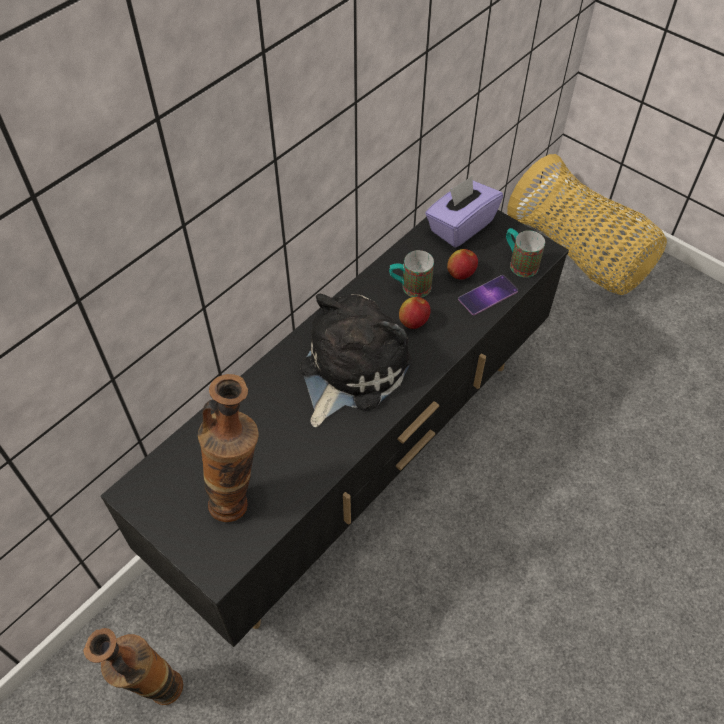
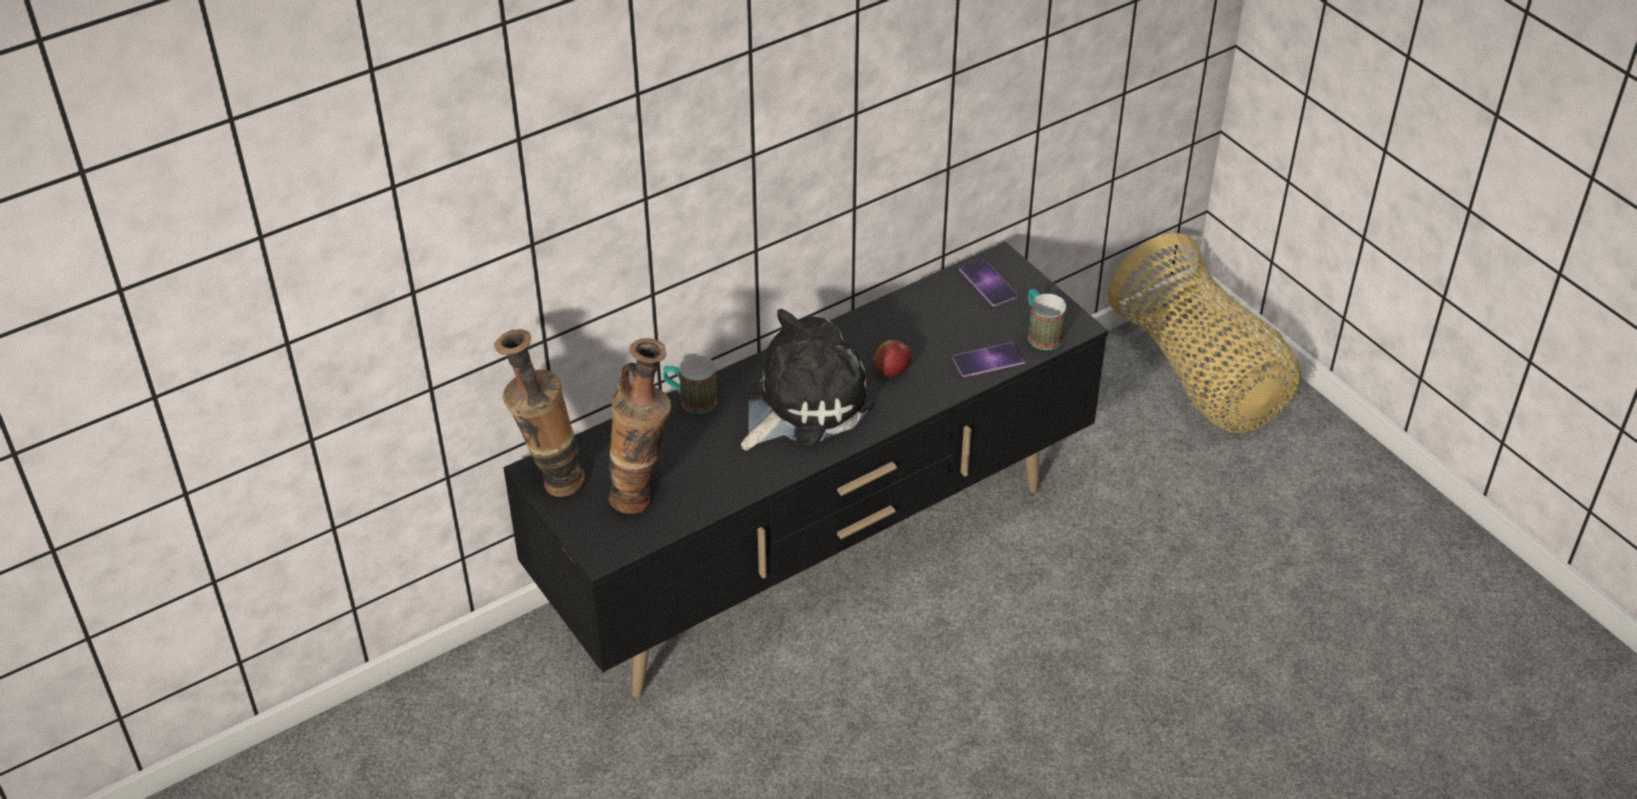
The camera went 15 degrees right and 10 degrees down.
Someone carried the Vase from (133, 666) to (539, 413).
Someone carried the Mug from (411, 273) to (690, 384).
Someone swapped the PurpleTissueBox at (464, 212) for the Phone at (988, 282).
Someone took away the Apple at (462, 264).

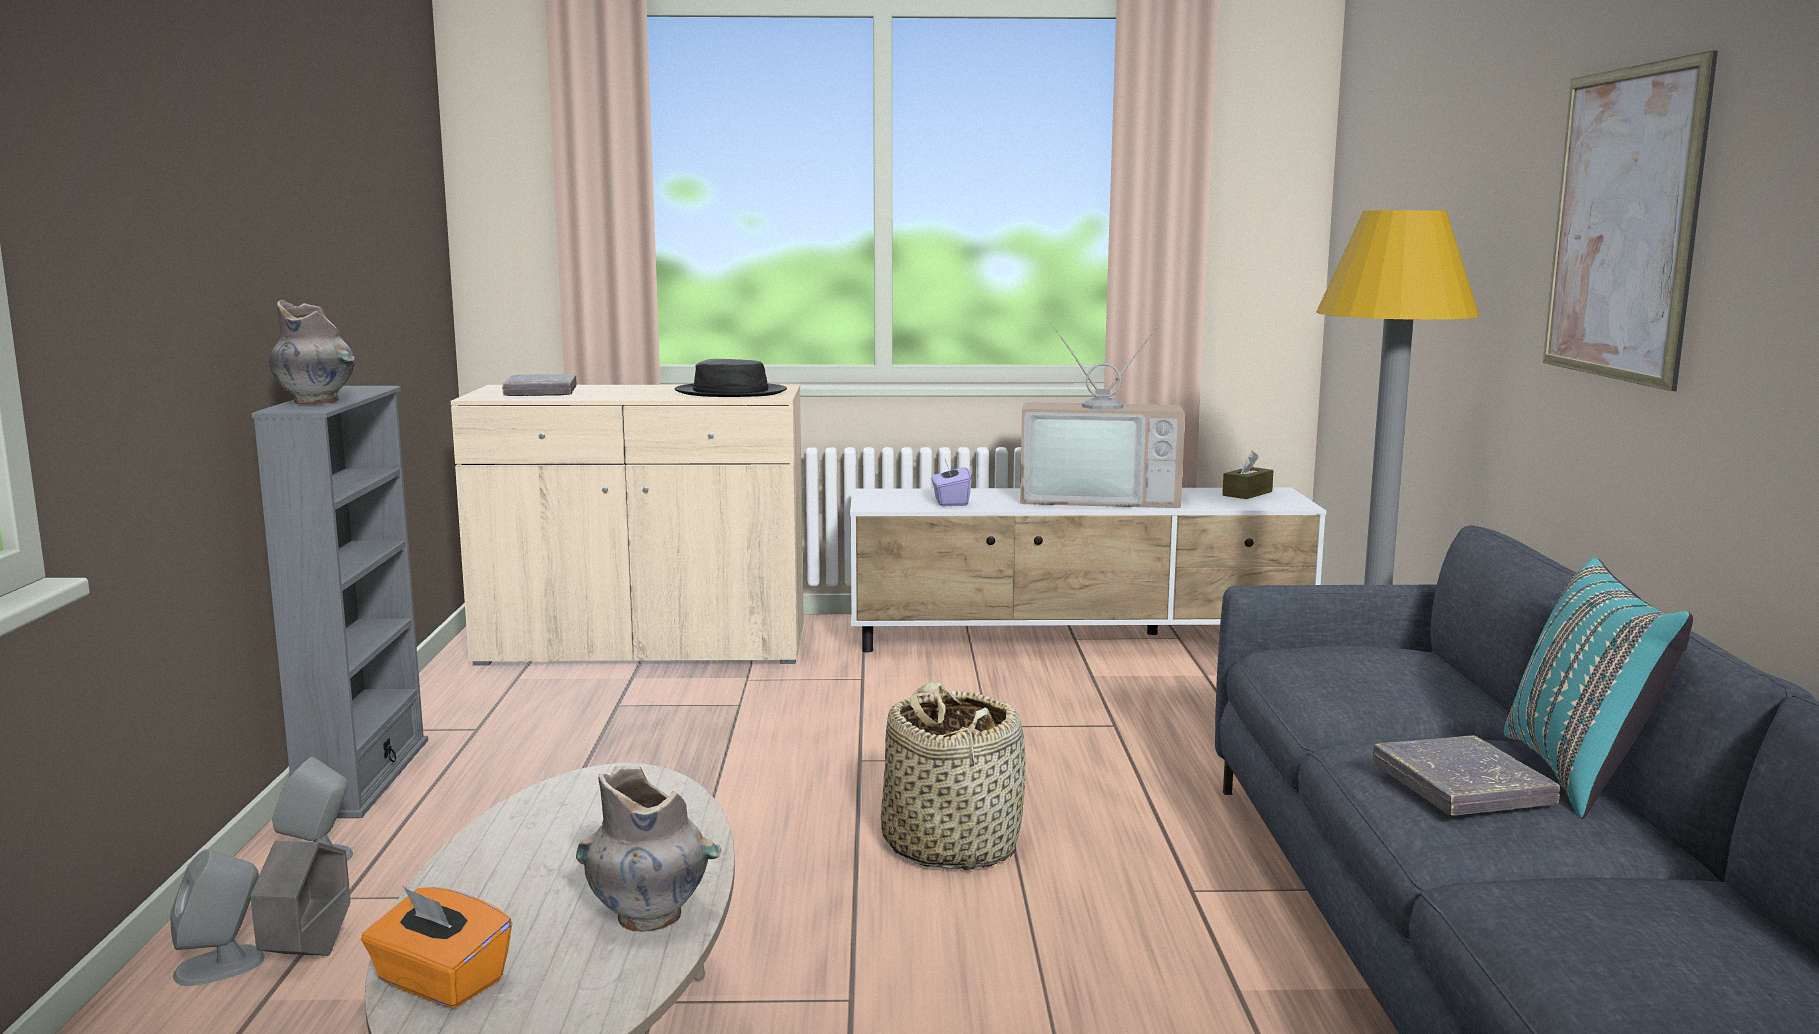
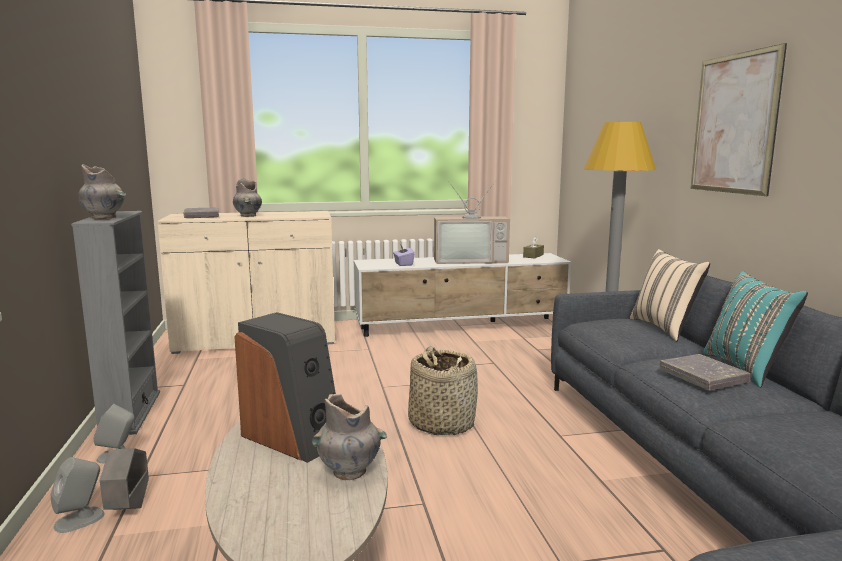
The camera went 10 degrees left and 0 degrees up.
Someone put down the GreyVase at (247, 198).
Someone put down the Speaker at (285, 387).
Someone put down the BeigePillow at (670, 295).
Someone took away the OrangeTissueBox at (436, 947).
Someone took away the BlackHat at (730, 378).

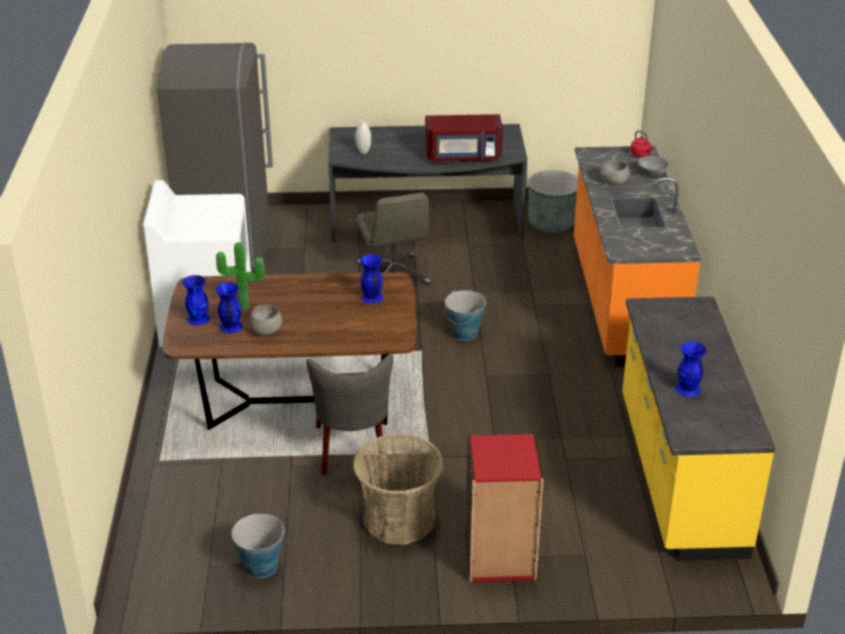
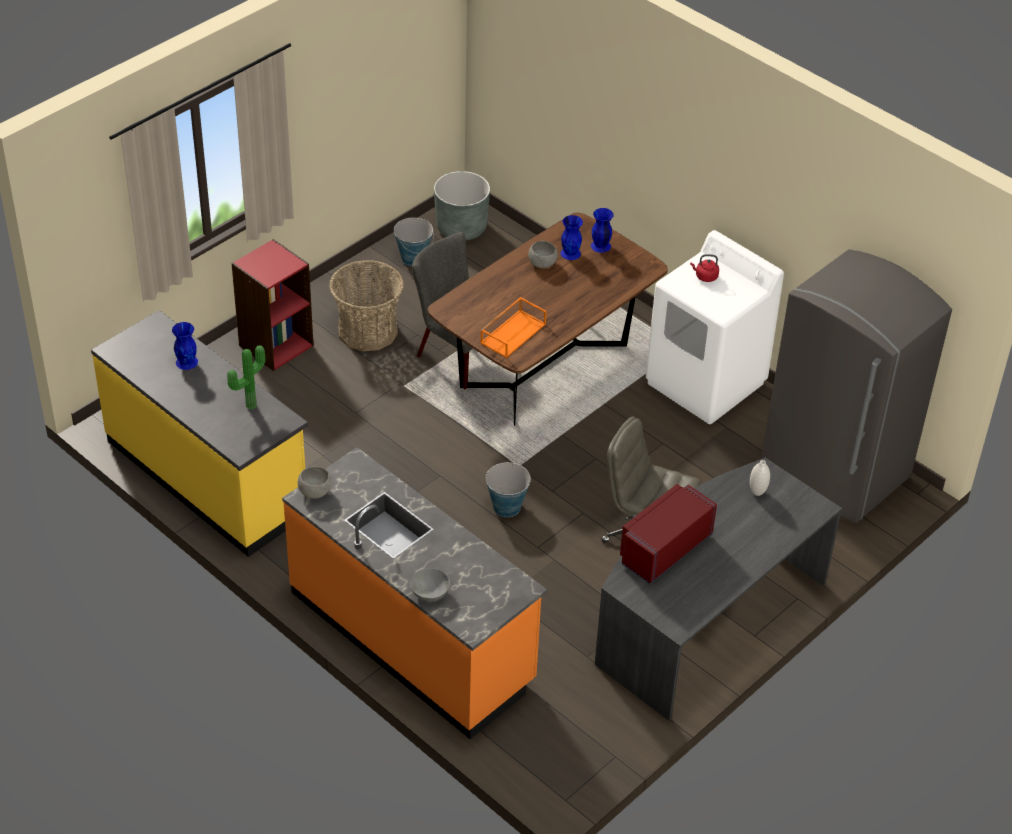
The camera went 135 degrees right and 10 degrees up.
Someone carried the PottedPlant from (240, 276) to (246, 377).
Someone carried the GreyBowl from (615, 172) to (315, 483).
Someone carried the GreyPlanter from (553, 201) to (462, 206).
Someone swapped the BlueVase at (371, 279) for the OrangeTray at (513, 327).
Someone carried the RedKettle from (642, 143) to (704, 268).

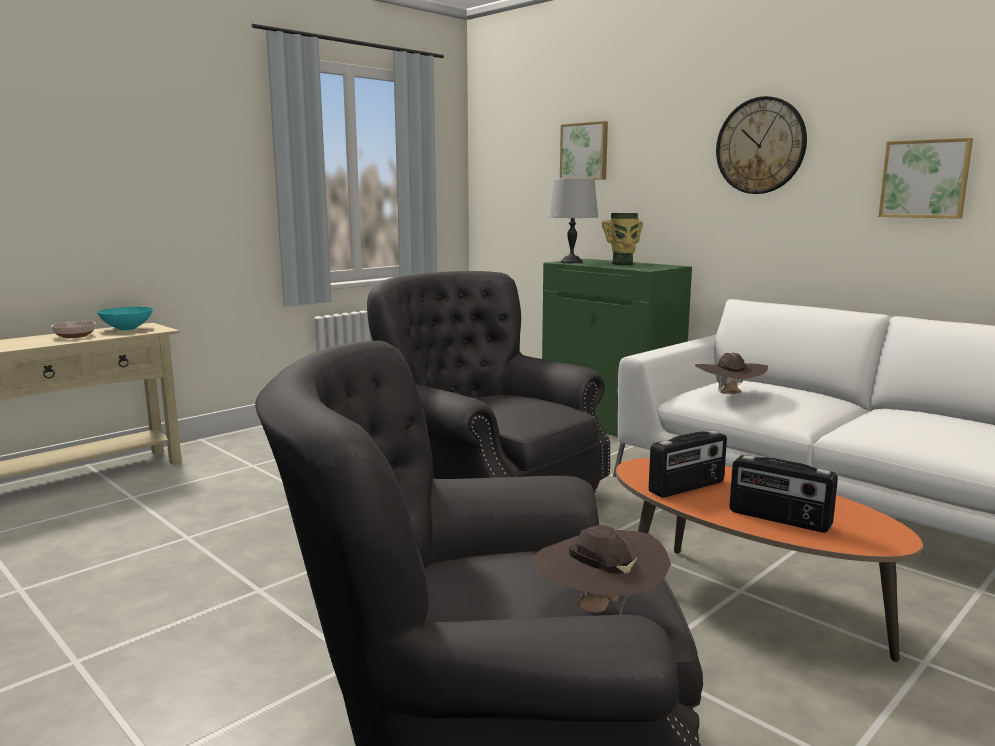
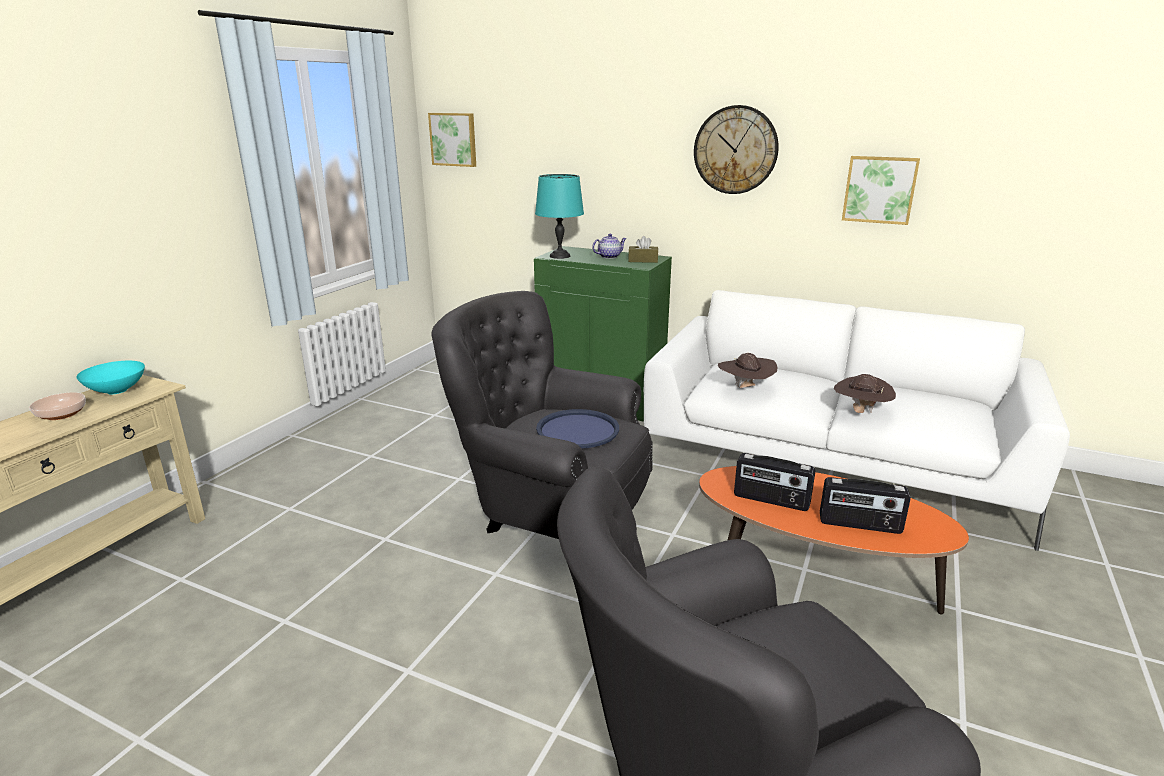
The camera went 20 degrees left and 10 degrees up.
Someone carried the Picture from (584, 150) to (452, 140).
Someone repainted the GreyTableLamp at (572, 220), which became the TurquoiseTableLamp at (559, 216).
Someone put down the BlueTray at (577, 428).
Someone swapped the Vase at (622, 239) for the Teapot at (609, 246).
Someone put down the BrownTissueBox at (643, 249).
Someone rotated the Radio at (688, 464) by 75 degrees clockwise.
Someone carried the BrownHat from (601, 570) to (865, 393).

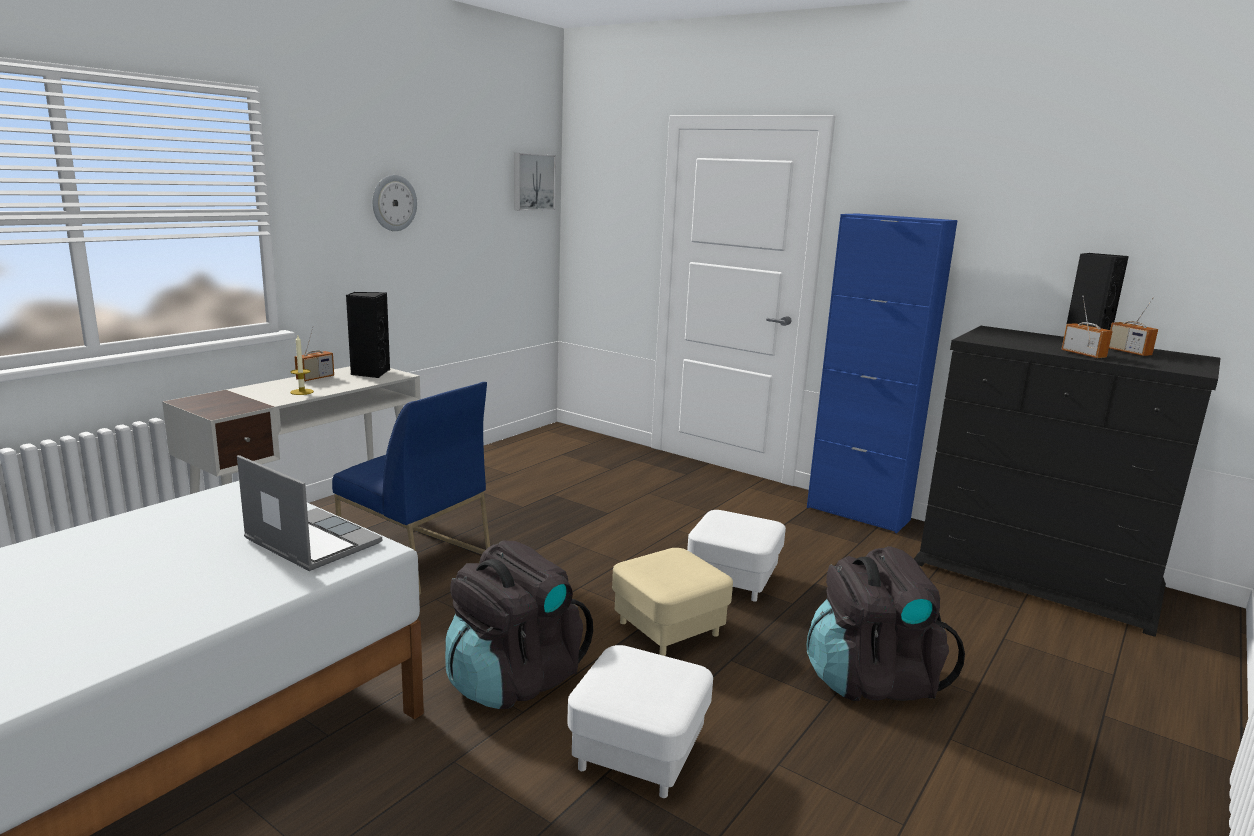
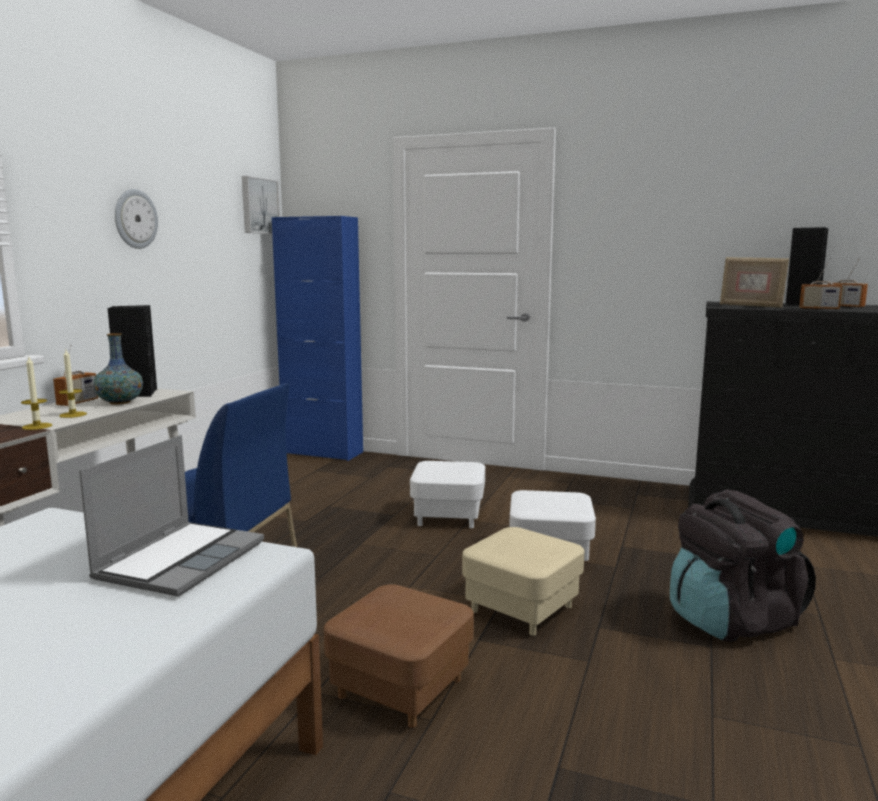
The camera went 15 degrees left and 5 degrees down.
Someone put down the Candle at (36, 392).
Someone rotated the Laptop at (309, 513) by 90 degrees clockwise.
Someone put down the Vase at (118, 369).
Someone carried the BlueCabinet from (882, 373) to (317, 338).
Someone swapped the BlackBackpack at (519, 625) for the BrownOttoman at (399, 656).
Someone carried the WhiteOttoman from (640, 721) to (447, 494).
Someone put down the PictureFrame at (754, 282).
Someone rotated the Radio at (1087, 327) by 150 degrees clockwise.

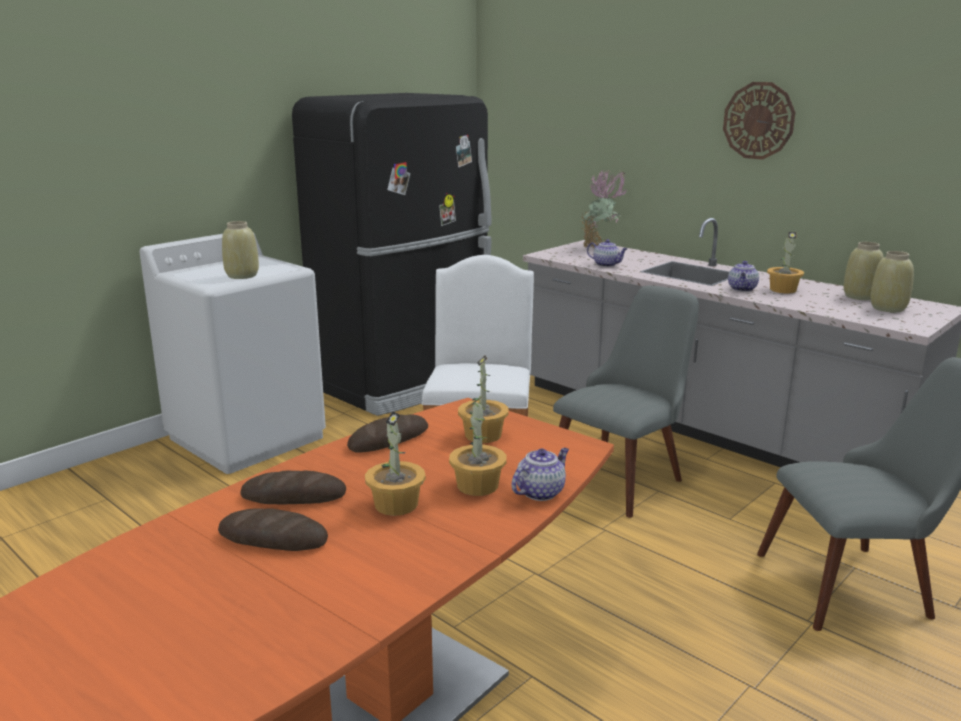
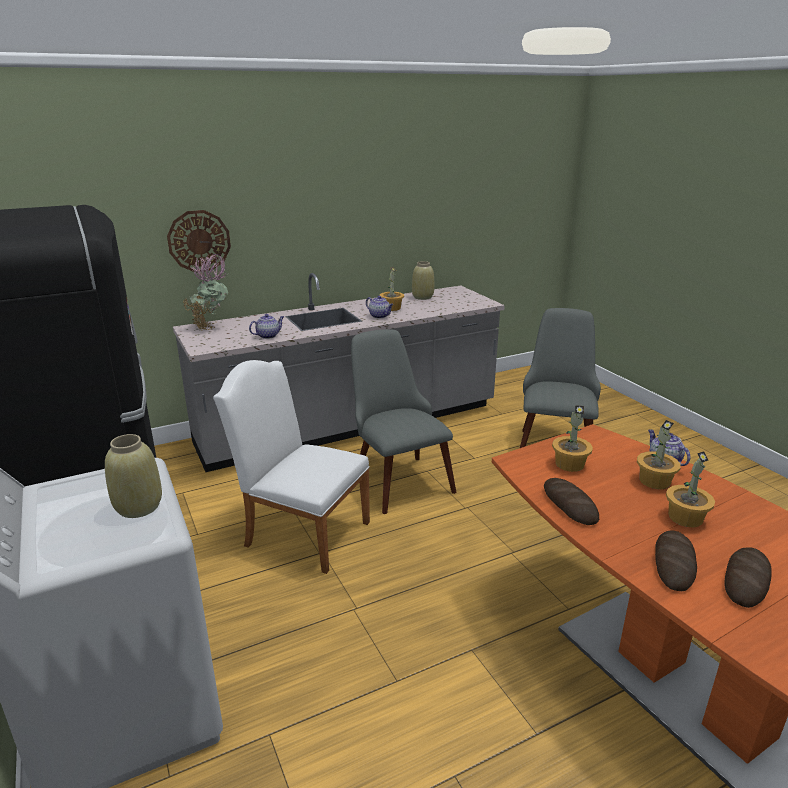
The camera went 70 degrees left and 5 degrees up.
Someone carried the WallClock from (759, 121) to (199, 241).
Someone took away the BeigeVase at (892, 281).

